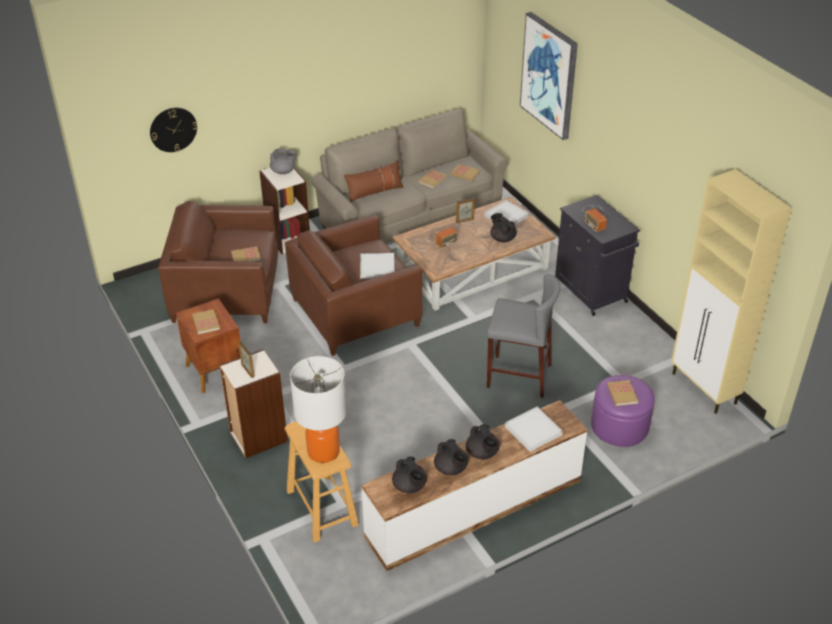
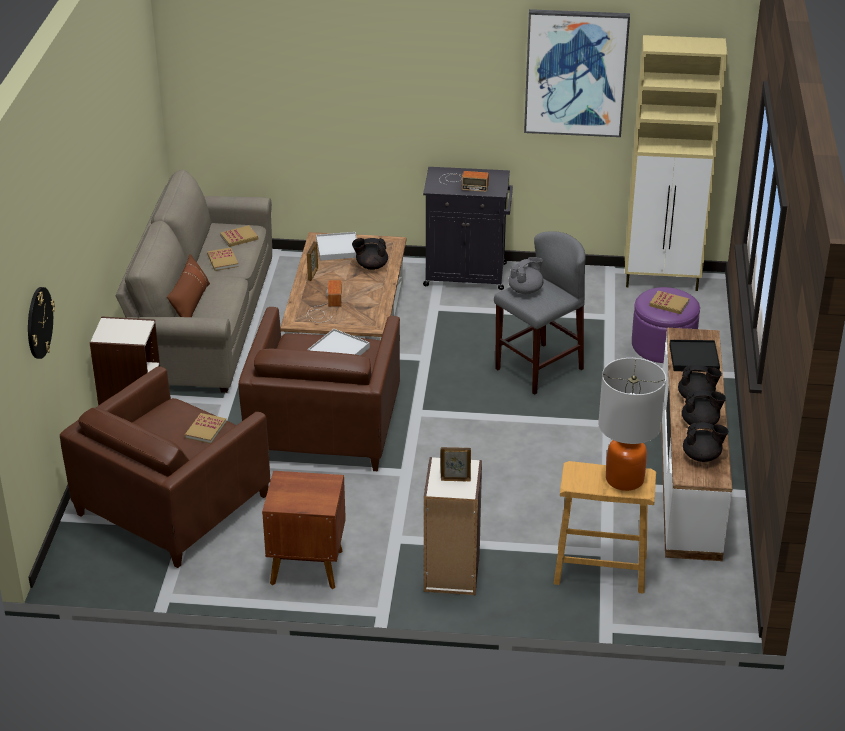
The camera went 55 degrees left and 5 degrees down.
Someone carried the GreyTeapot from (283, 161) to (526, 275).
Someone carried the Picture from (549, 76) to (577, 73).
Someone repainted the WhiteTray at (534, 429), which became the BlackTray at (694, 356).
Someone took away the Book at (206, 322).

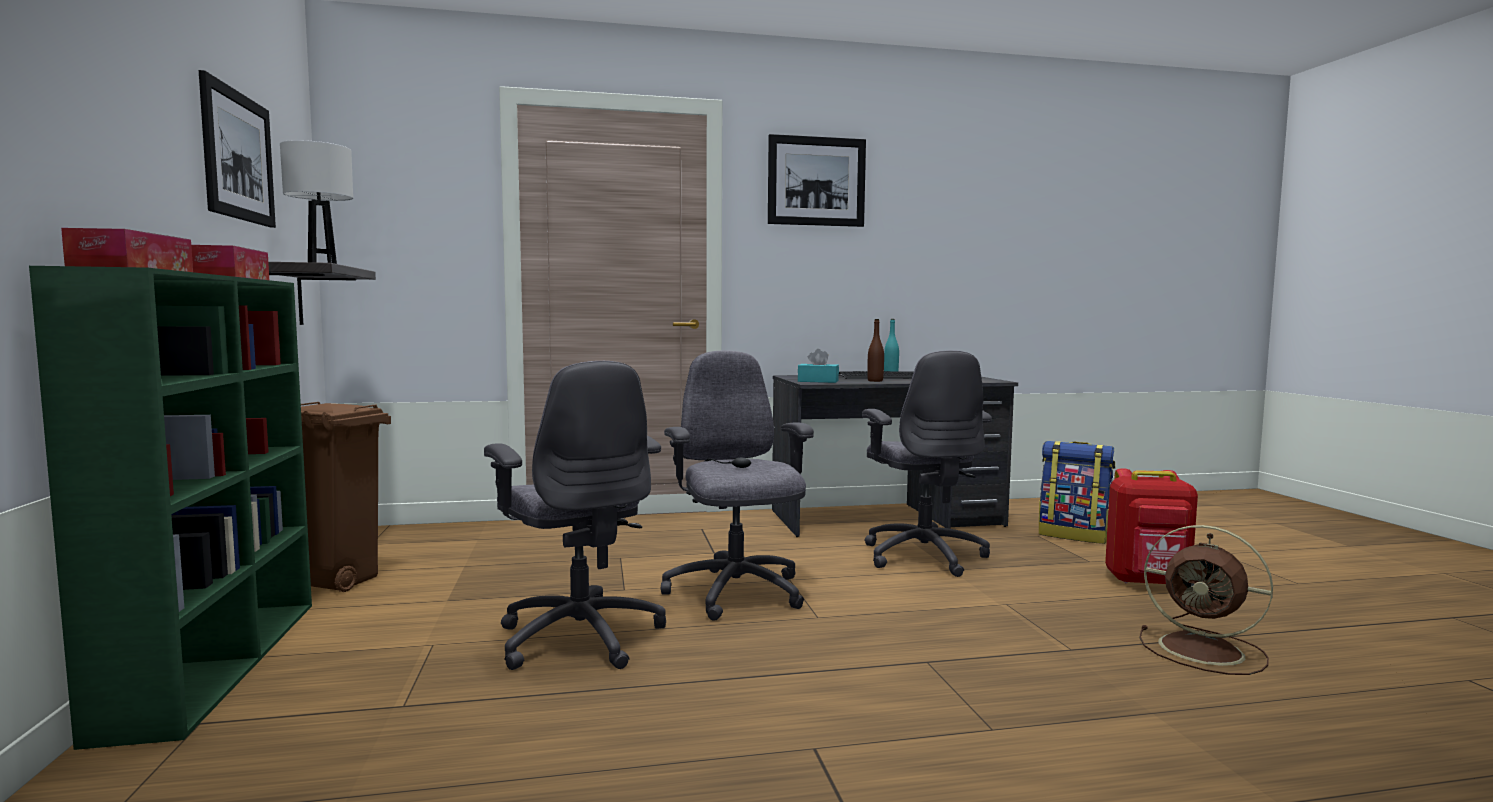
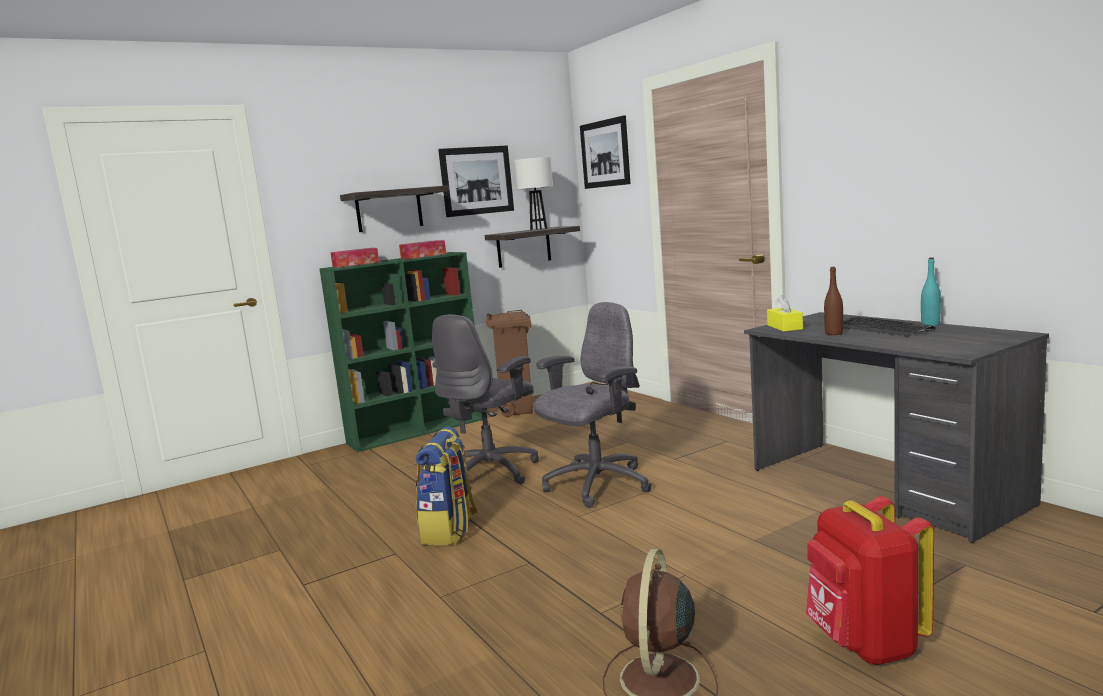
The camera went 70 degrees right and 5 degrees up.
Someone put up the Shelf at (394, 208).
Someone carried the Backpack from (1077, 492) to (447, 486).
Someone carried the Picture from (817, 180) to (605, 152).
Someone repainted the TurquoiseTissueBox at (818, 366), which became the YellowTissueBox at (785, 313).
Someone took away the GreyOfficeChair at (927, 463).

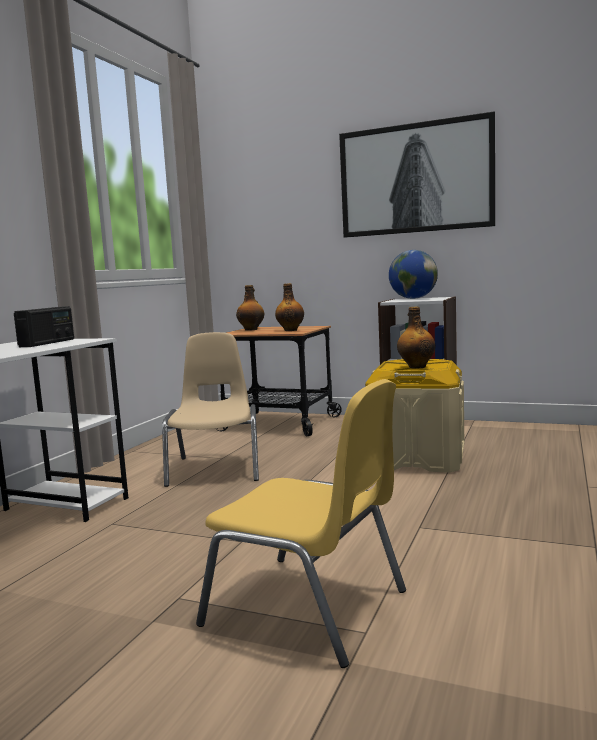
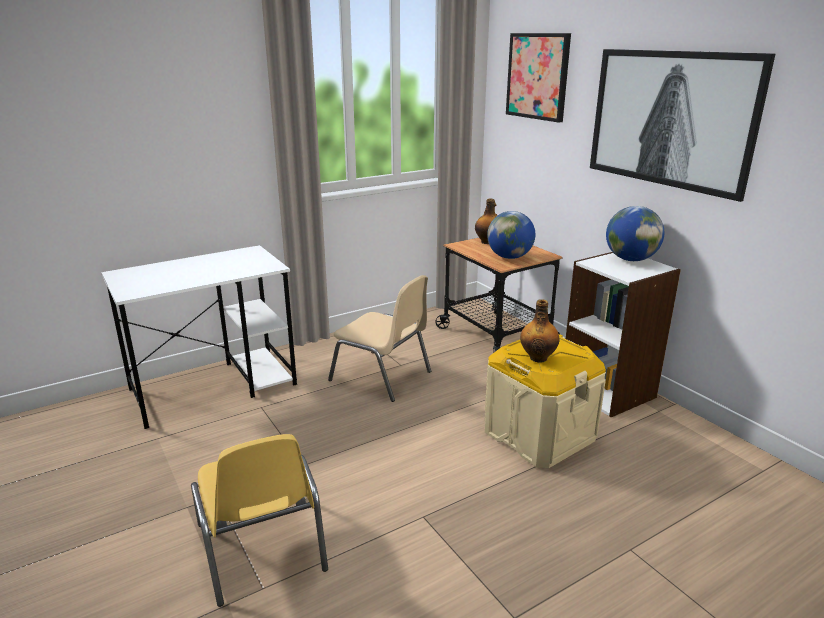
The camera went 35 degrees right and 15 degrees up.
Someone rotated the BeigeChair at (210, 409) by 90 degrees clockwise.
Someone swapped the Bottle at (289, 307) for the Globe at (511, 235).
Someone put up the Picture at (538, 78).
Someone took away the Radio at (44, 326).

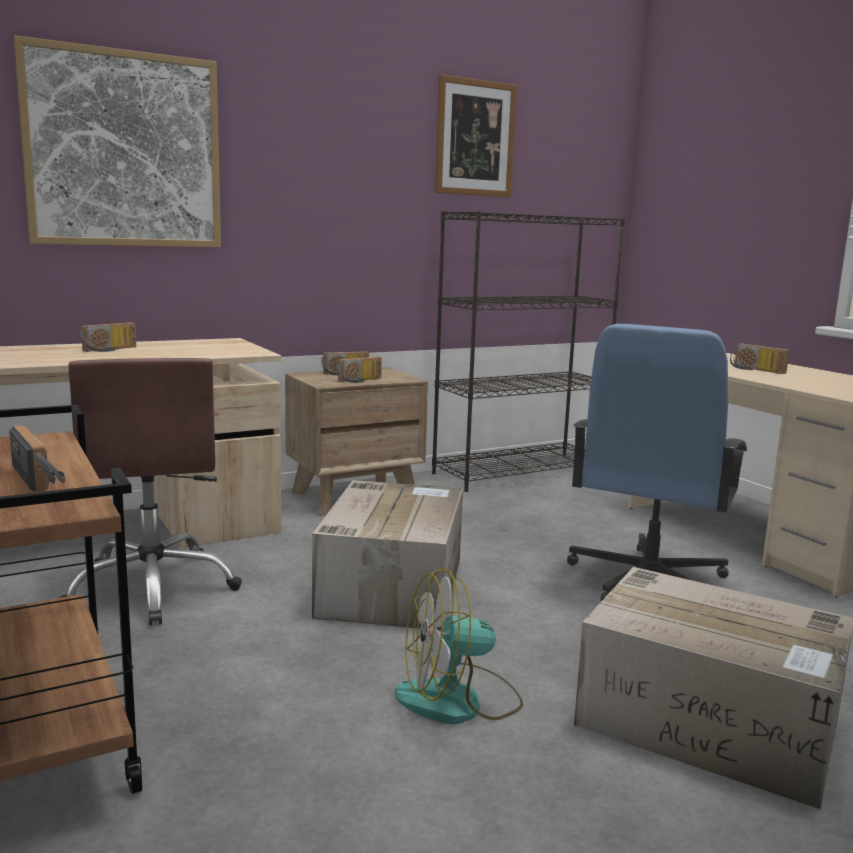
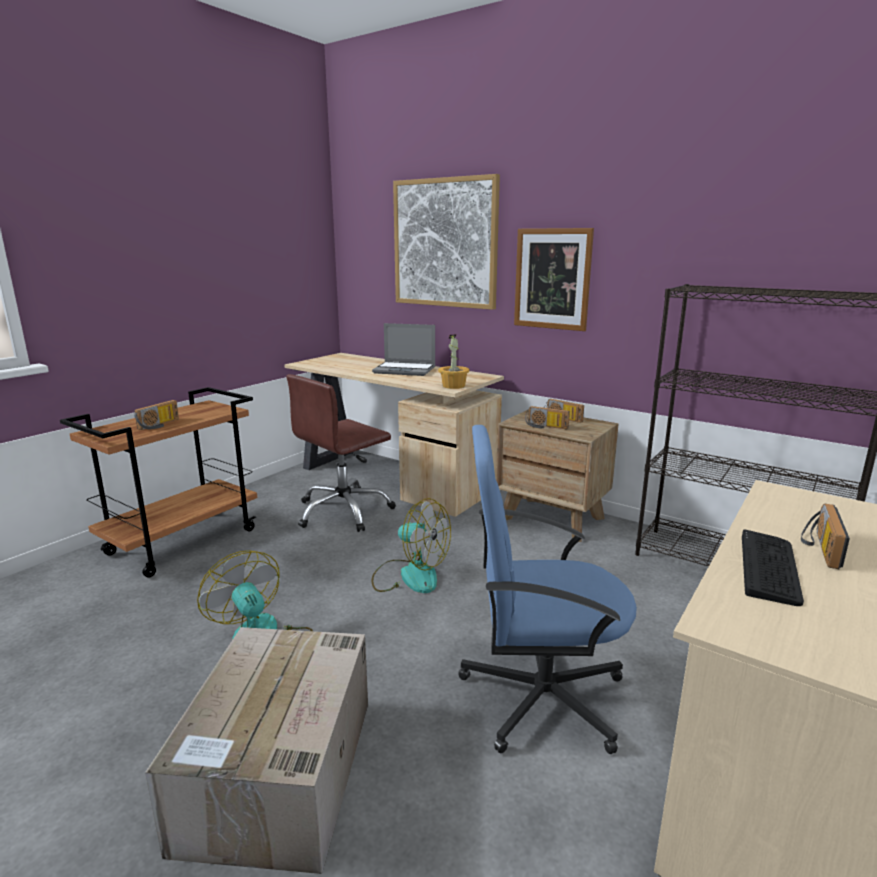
The camera went 65 degrees right and 5 degrees up.
Someone swapped the CardboardBox at (387, 555) for the Fan at (411, 545).
Someone swapped the Radio at (108, 337) for the Laptop at (404, 349).
Someone put down the PottedPlant at (454, 362).
Someone carried the Picture from (476, 136) to (554, 279).
Someone put down the Keyboard at (773, 567).

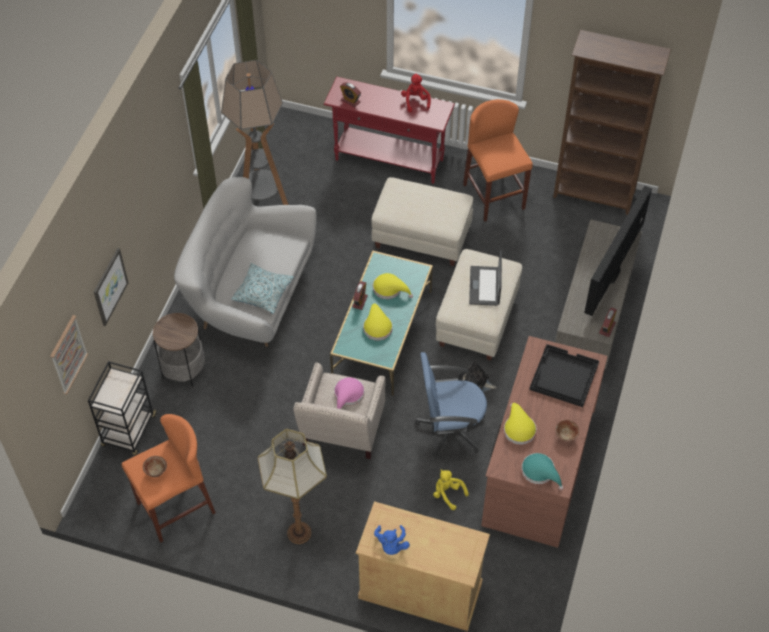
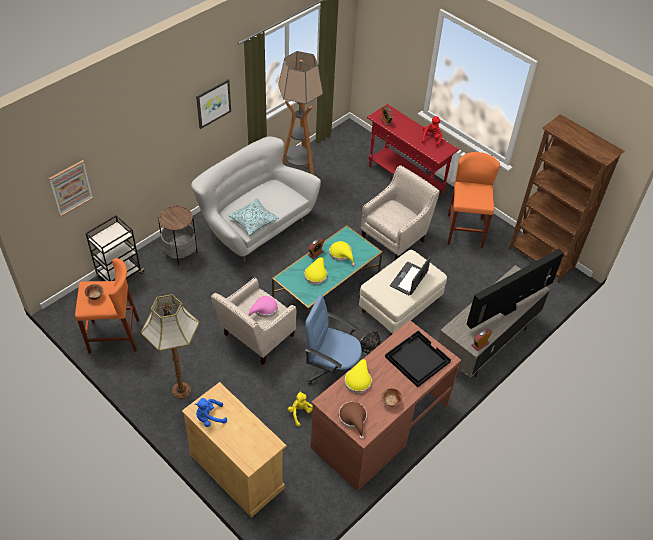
The camera went 25 degrees right and 5 degrees down.
Someone rotated the BluePlushToy at (392, 540) by 45 degrees clockwise.
Someone carried the Picture from (111, 287) to (213, 104).
Someone repainted the TurquoiseHat at (542, 471), which became the BrownHat at (353, 420).
Someone swapped the BeigeOttoman at (422, 221) for the BeigeArmchair at (400, 213).

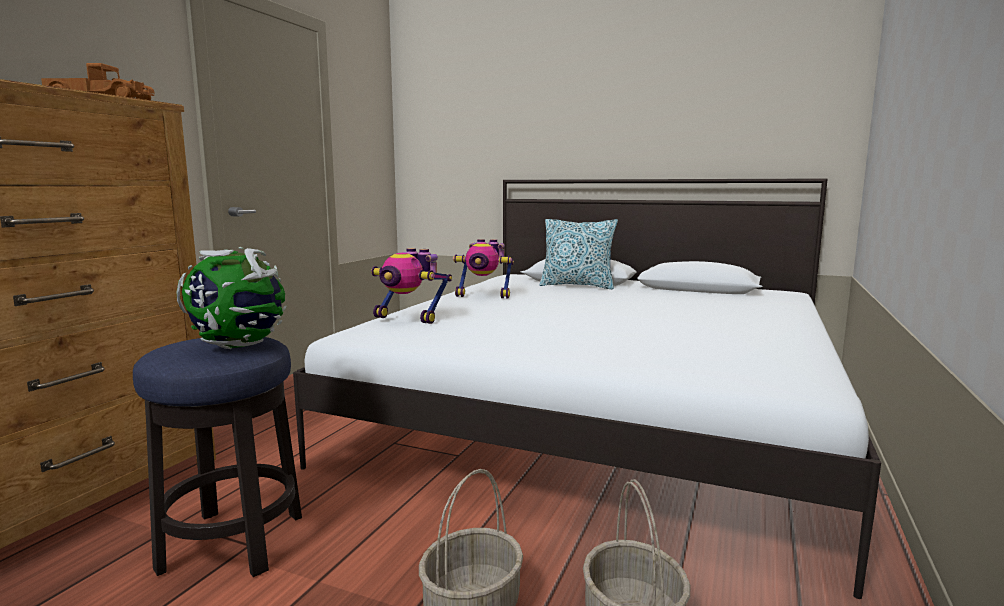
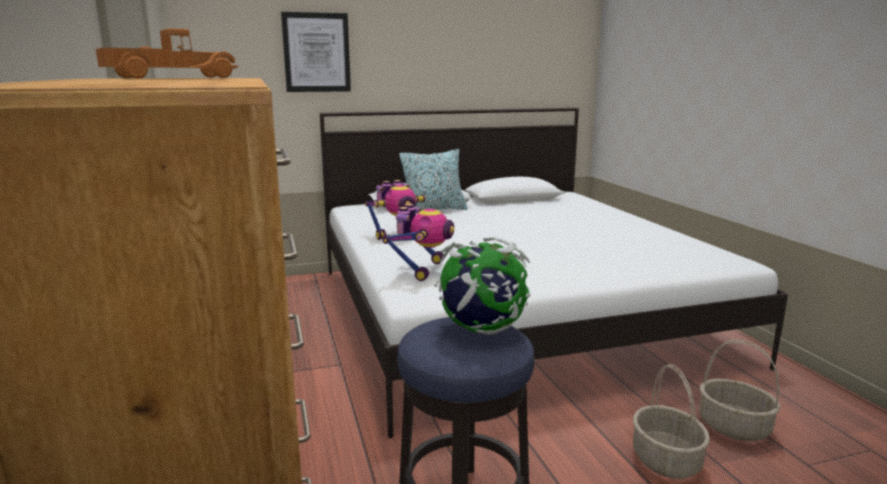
The camera went 40 degrees left and 5 degrees up.
Someone put up the Picture at (316, 52).
Someone rotated the ToyRobot at (411, 286) by 60 degrees counterclockwise.

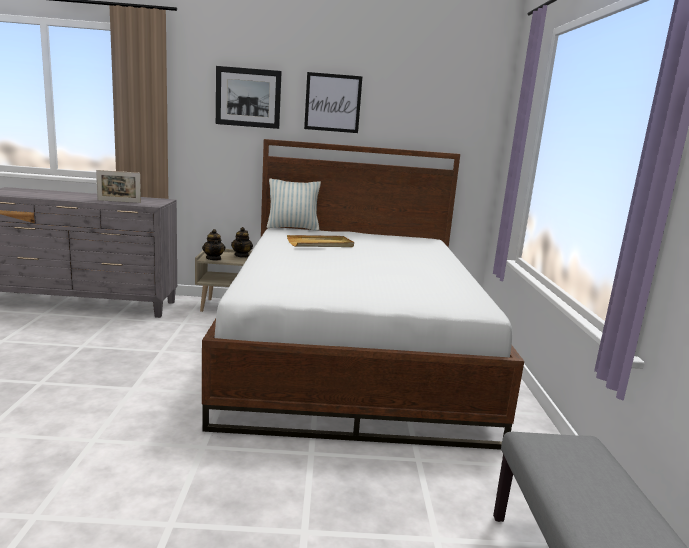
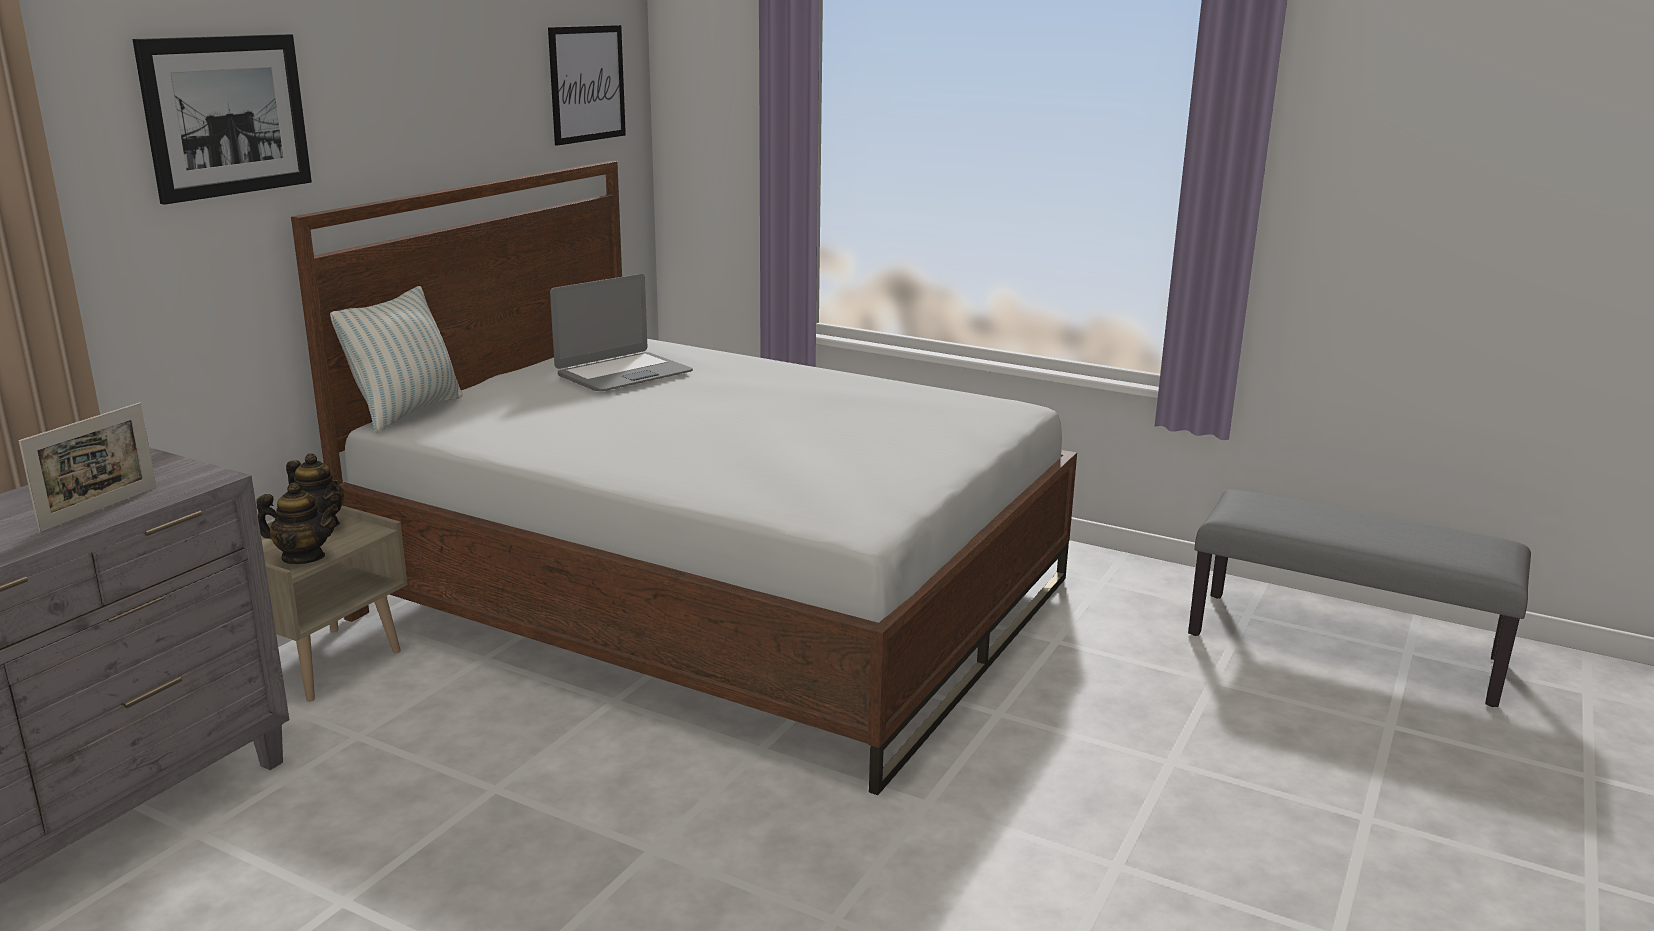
The camera went 60 degrees left and 5 degrees up.
Someone carried the Picture from (333, 102) to (587, 85).
Someone put down the Laptop at (621, 332).
Someone took away the BeigeTray at (320, 241).

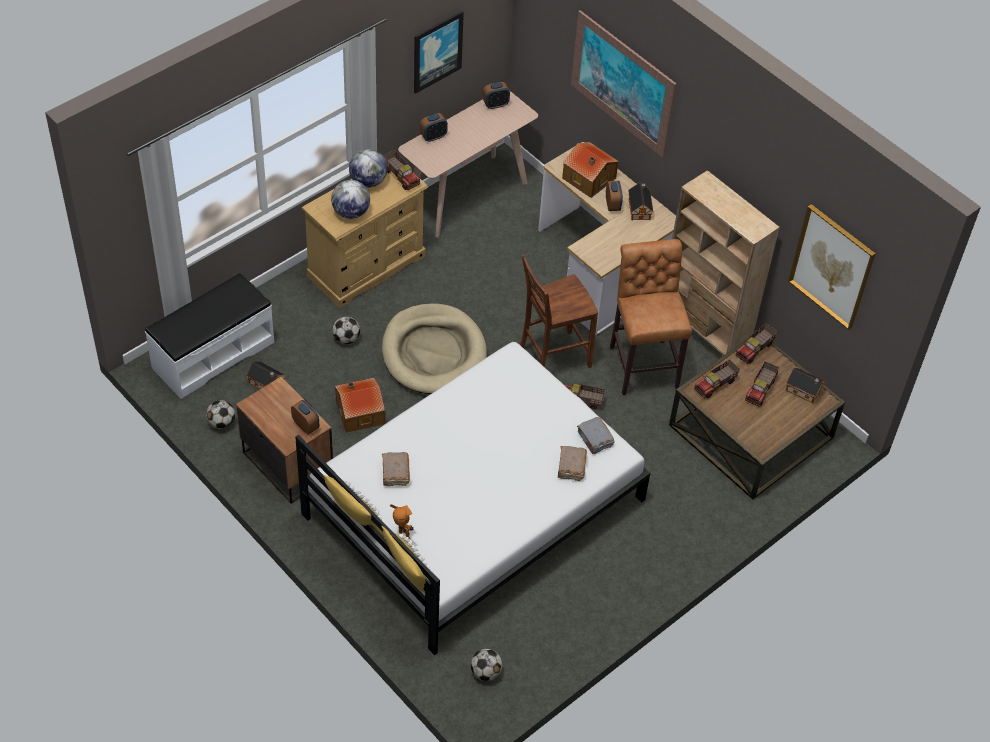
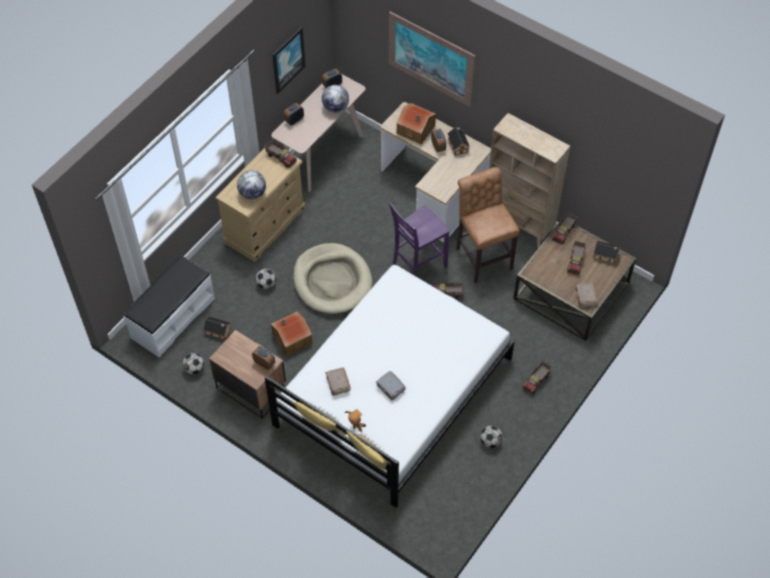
The camera went 10 degrees left and 5 degrees up.
Someone carried the Globe from (368, 168) to (335, 98).
Someone carried the GreyBook from (595, 435) to (391, 386).
Someone repainted the BrownChair at (559, 311), which became the PurpleChair at (419, 239).
Someone carried the Football from (487, 665) to (491, 437).
Someone carried the ToyTruck from (717, 379) to (537, 378).
Someone carried the BrownBook from (572, 463) to (586, 295).
Someone took away the Picture at (832, 267).

